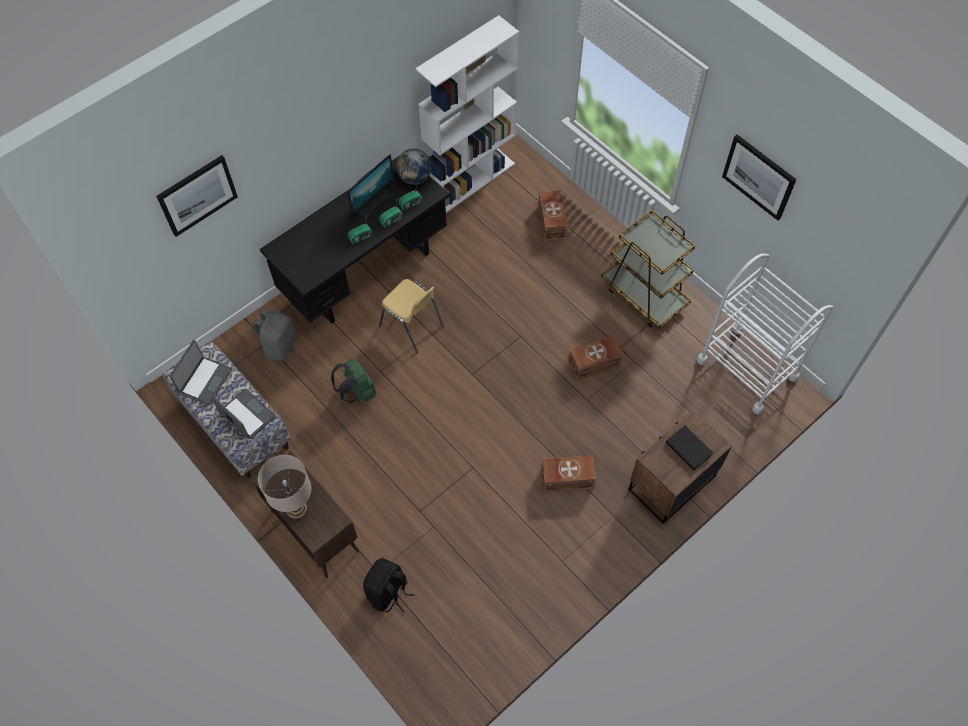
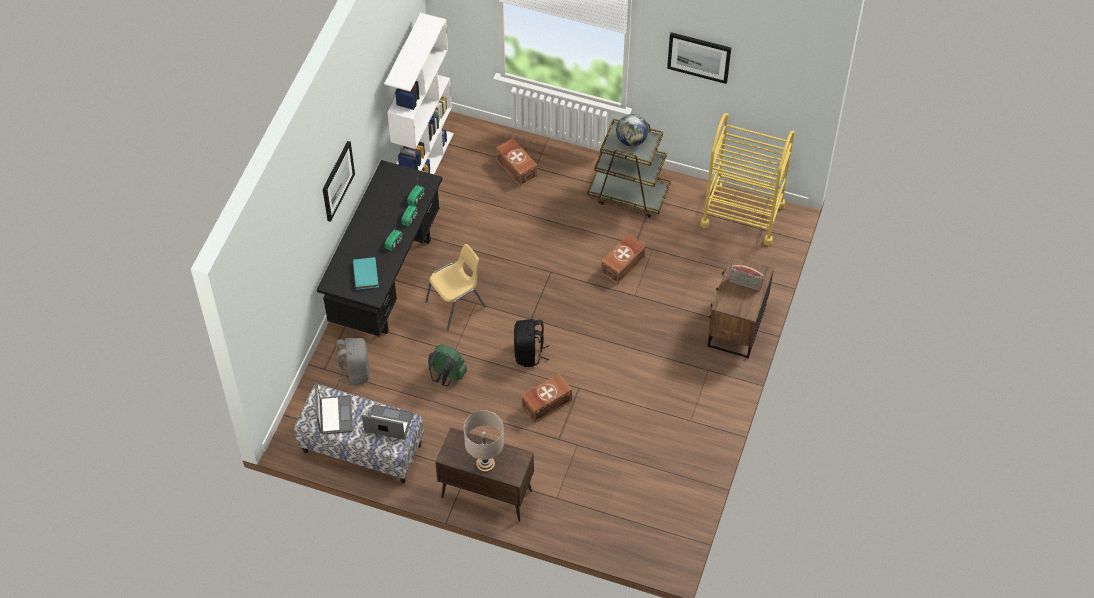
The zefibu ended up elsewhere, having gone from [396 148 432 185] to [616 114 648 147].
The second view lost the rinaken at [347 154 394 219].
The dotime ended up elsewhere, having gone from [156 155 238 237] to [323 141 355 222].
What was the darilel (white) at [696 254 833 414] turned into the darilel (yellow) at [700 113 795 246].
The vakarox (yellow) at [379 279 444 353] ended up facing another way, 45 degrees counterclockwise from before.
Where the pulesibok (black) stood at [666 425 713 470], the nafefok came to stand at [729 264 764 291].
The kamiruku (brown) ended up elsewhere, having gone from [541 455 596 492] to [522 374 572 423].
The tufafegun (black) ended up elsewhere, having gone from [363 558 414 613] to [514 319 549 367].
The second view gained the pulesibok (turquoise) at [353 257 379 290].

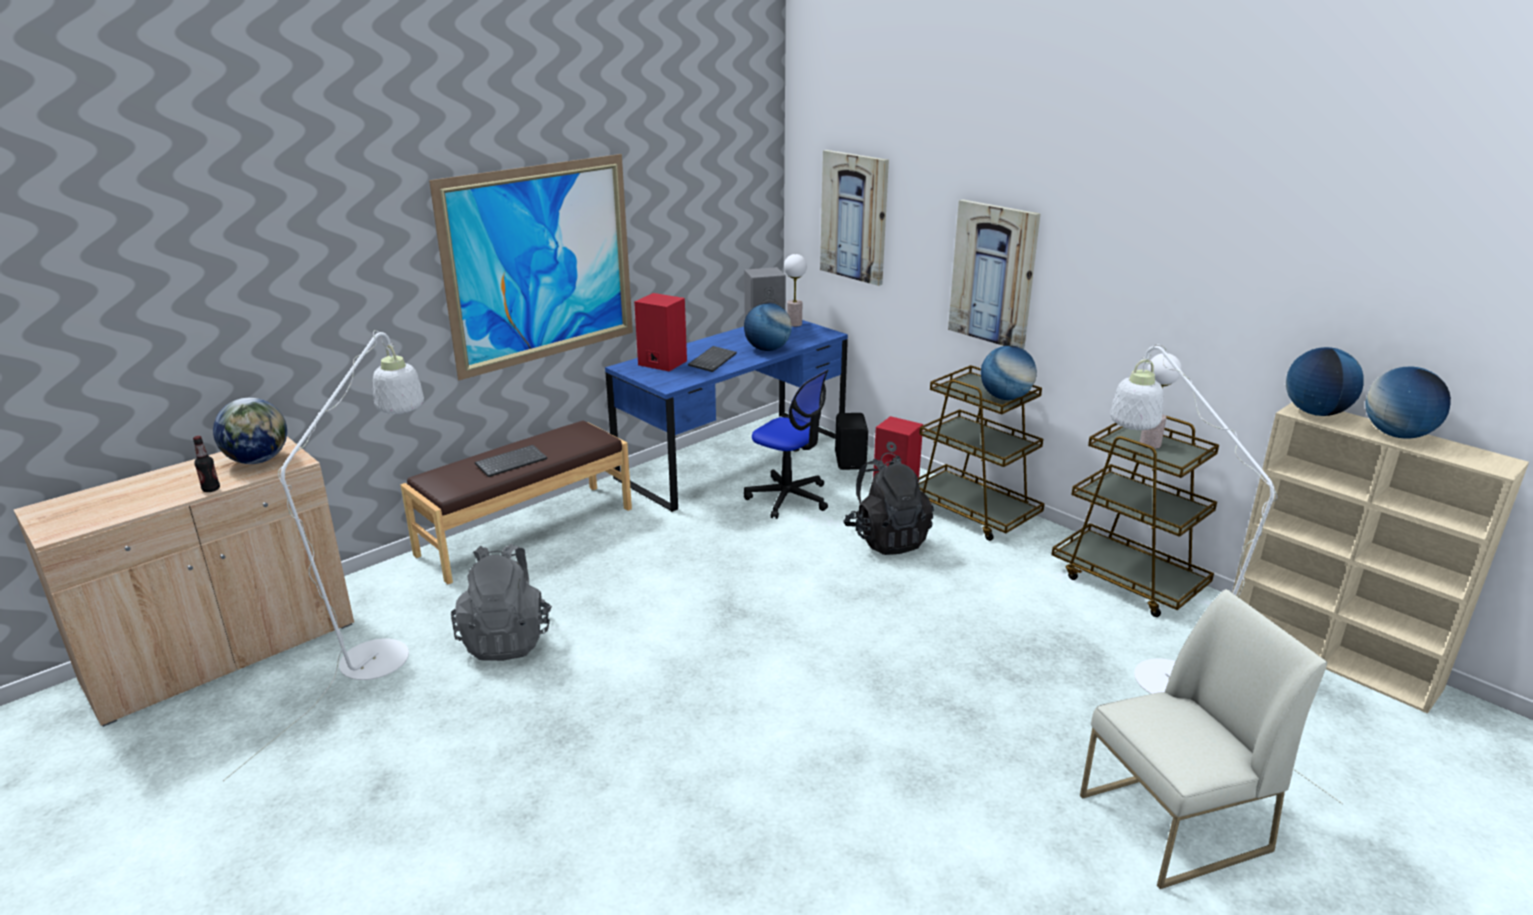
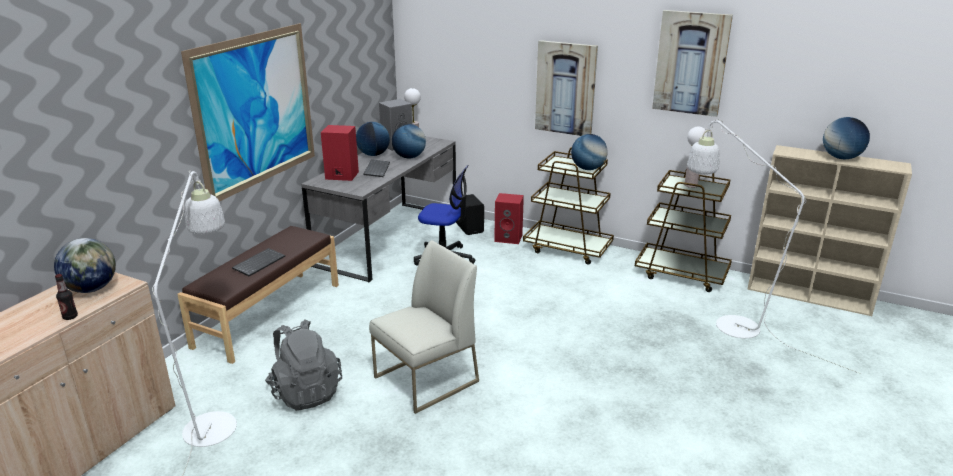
The dotime ended up elsewhere, having gone from [820 150 889 286] to [652 10 733 117].
What was the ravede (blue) at [605 320 848 512] turned into the ravede (grey) at [301 136 456 282].
The zefibu ended up elsewhere, having gone from [1286 347 1364 416] to [356 122 390 156].
The second view lost the tufafegun (black) at [843 456 934 555].
The vakarox (white) ended up elsewhere, having gone from [1080 589 1328 889] to [369 240 479 414].

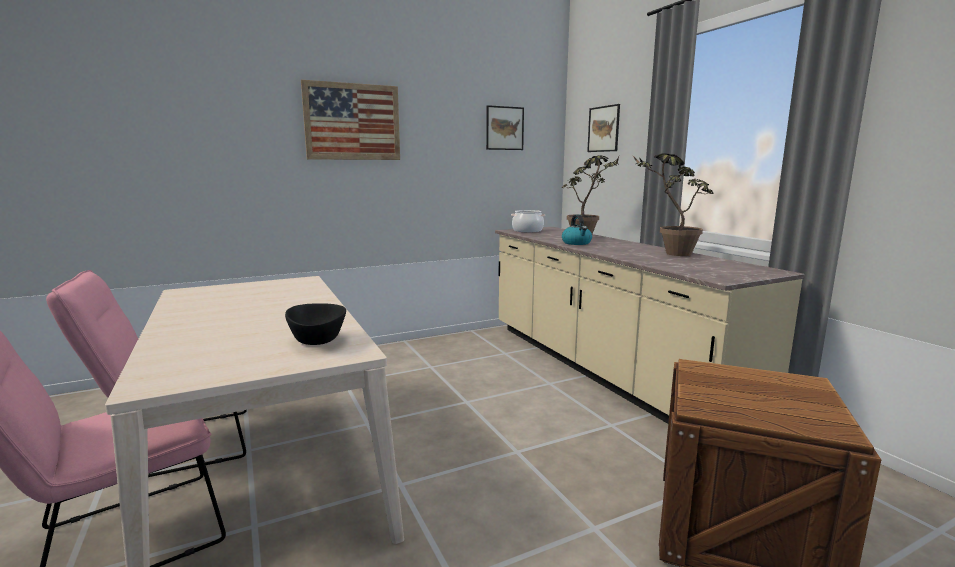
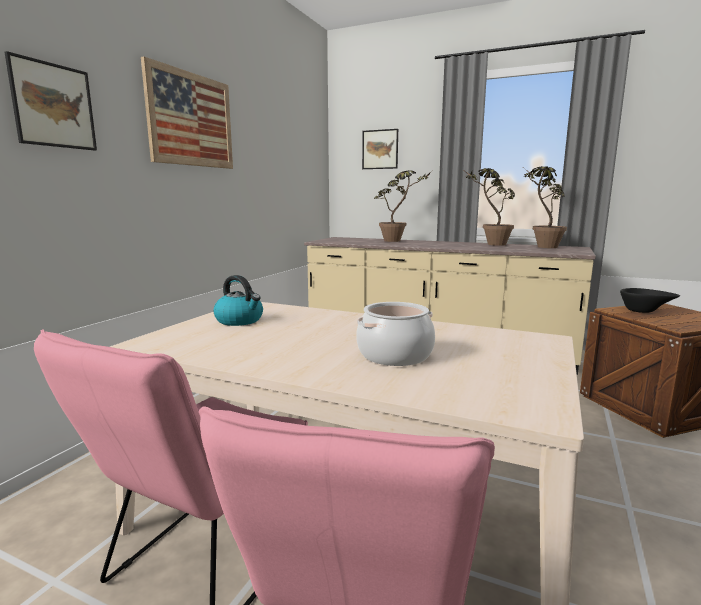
The dotime ended up elsewhere, having gone from [486 105 524 150] to [4 51 97 150].
The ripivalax ended up elsewhere, having gone from [511 210 546 233] to [356 302 435 366].
The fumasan ended up elsewhere, having gone from [562 215 592 245] to [213 275 263 326].
The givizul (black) ended up elsewhere, having gone from [285 303 346 345] to [620 288 680 313].
The second view gained the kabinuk at [524 166 567 248].

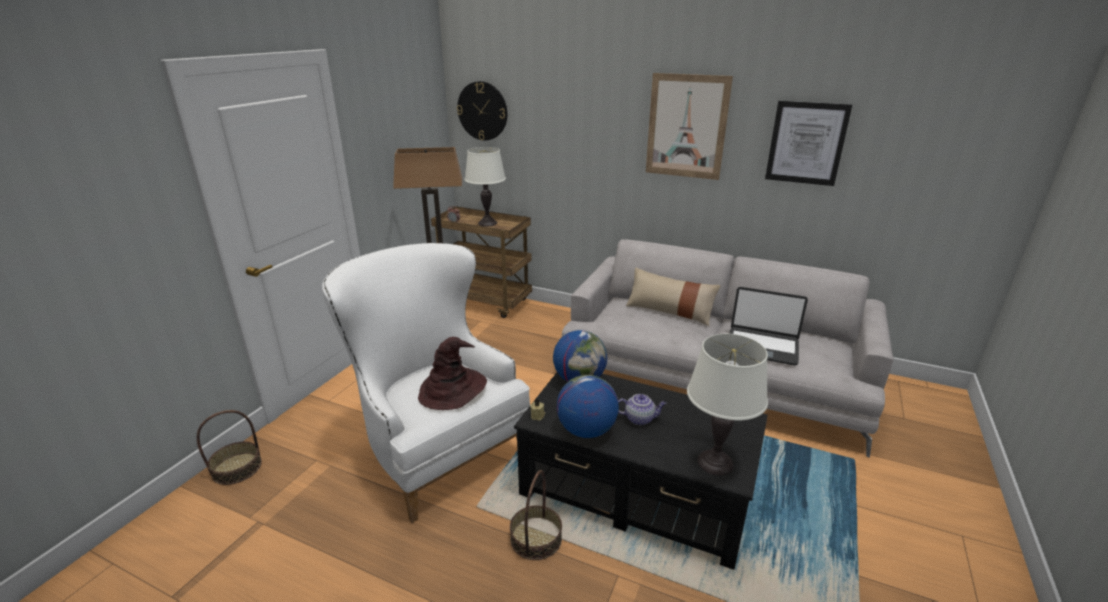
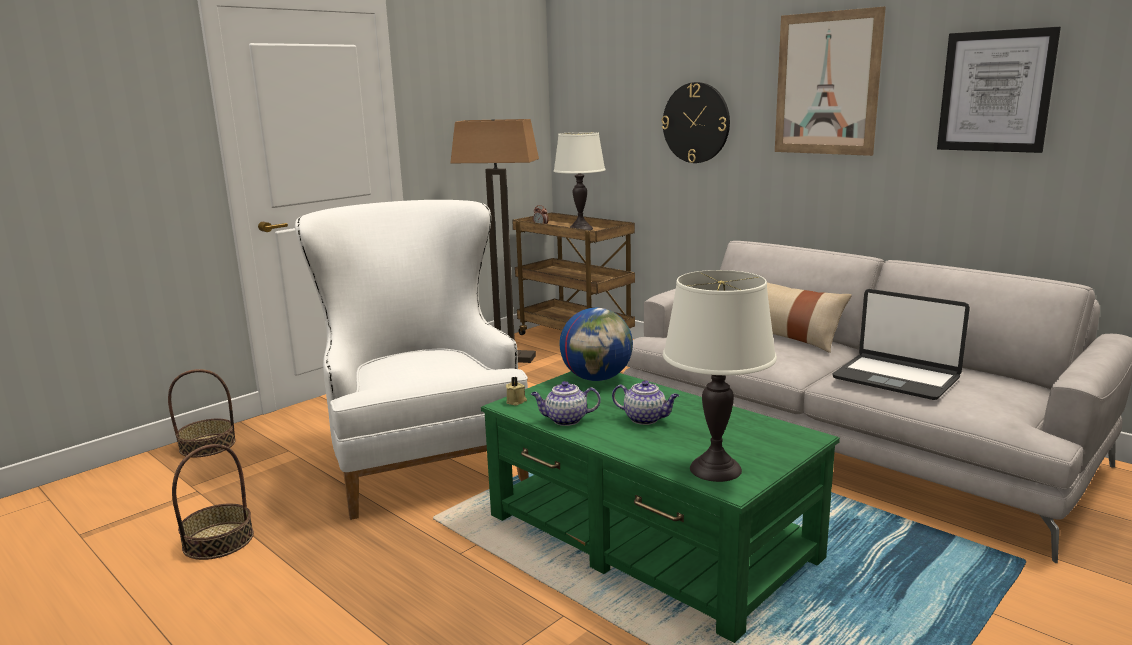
The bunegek ended up elsewhere, having gone from [457 81 507 141] to [662 82 730 163].
The second view lost the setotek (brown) at [418 337 487 410].
What was the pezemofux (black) at [514 372 768 570] turned into the pezemofux (green) at [481 371 840 643].
Where the zefibu stood at [557 375 619 438], the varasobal came to stand at [531 381 601 426].
The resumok ended up elsewhere, having gone from [510 470 562 560] to [172 444 254 560].

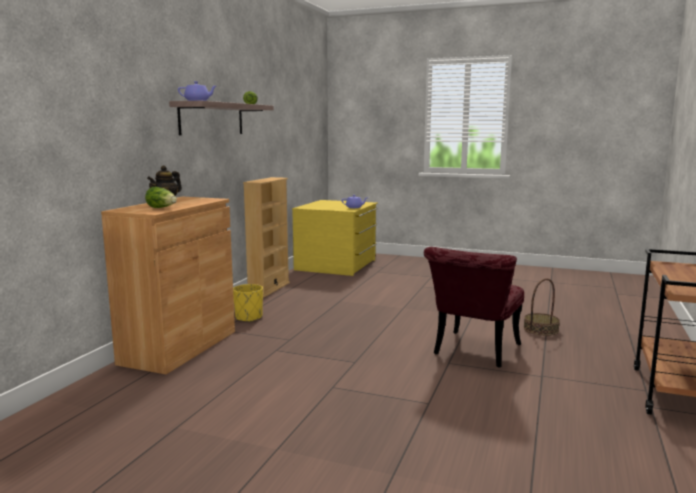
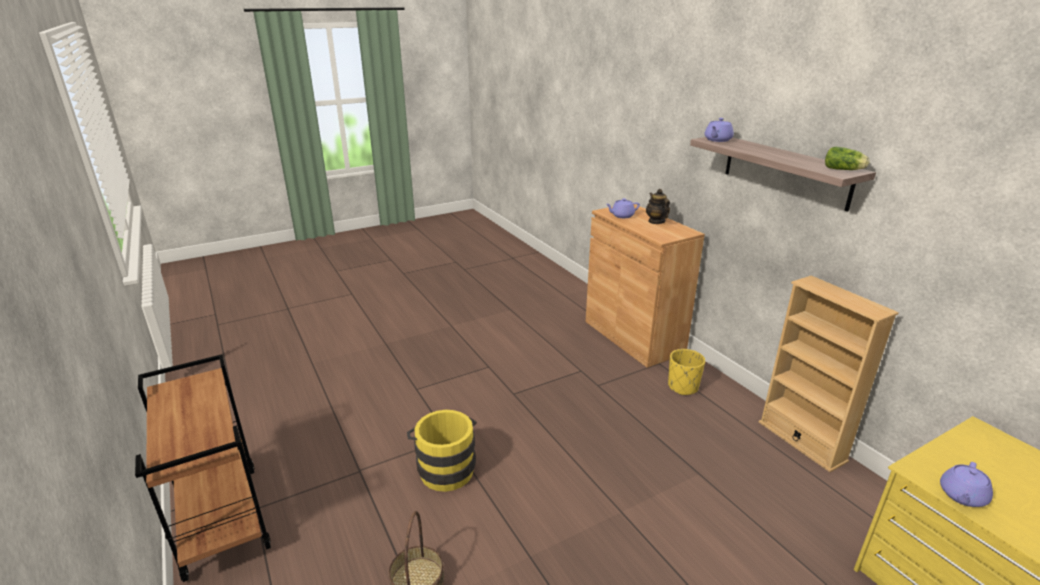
Where the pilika stood at [145 187 177 208], the varasobal (purple) came to stand at [606 198 640 218].
Where the vakarox (red) stood at [424 247 524 367], the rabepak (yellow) came to stand at [407 410 477 492].

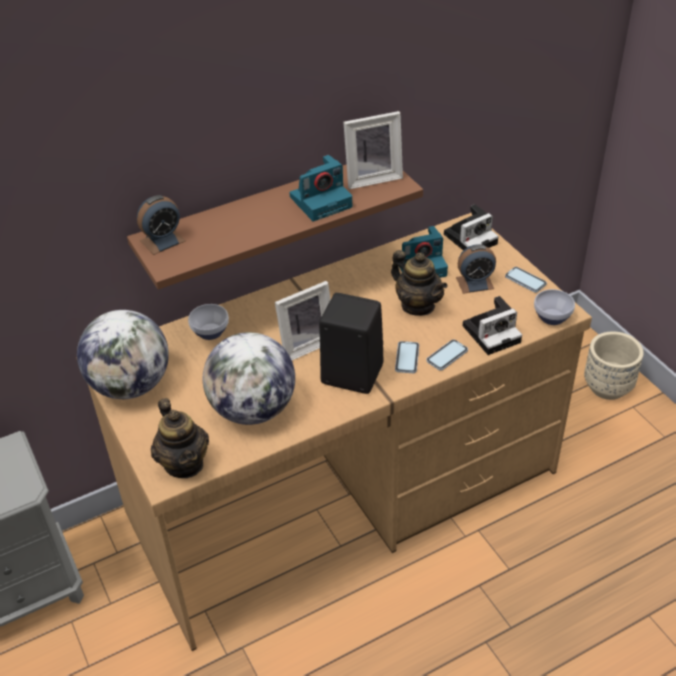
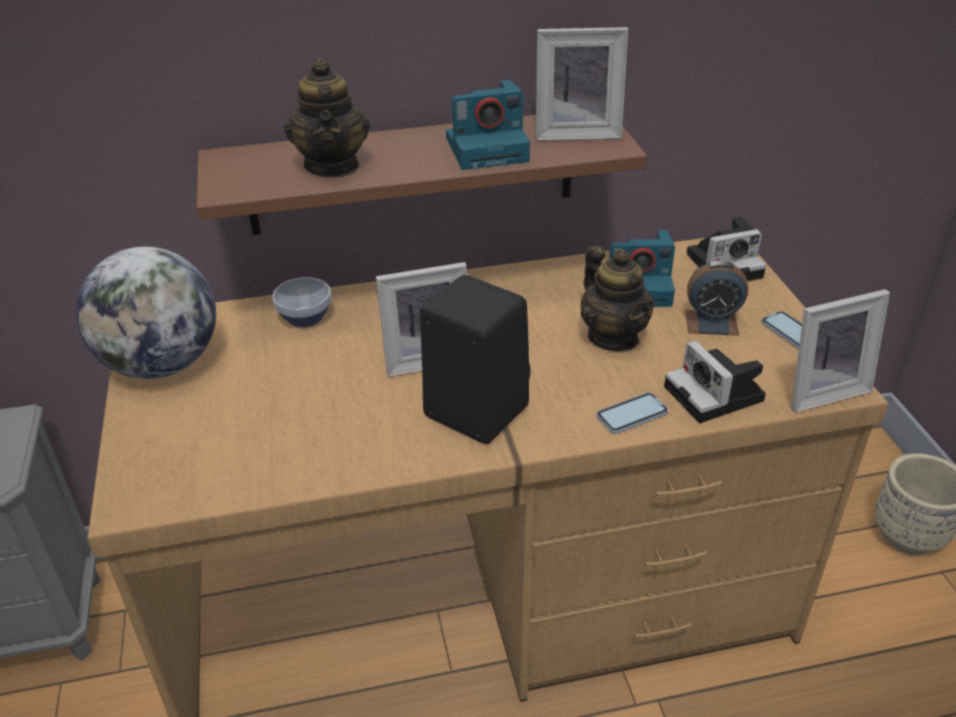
The second view lost the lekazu at [137 195 186 255].
Where the givizul stood at [534 289 575 325], the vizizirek came to stand at [791 289 890 413].
The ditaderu at [463 296 522 355] ended up facing another way, 75 degrees clockwise from before.
The second view lost the zefibu at [203 332 295 425].
The second view lost the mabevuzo at [395 341 419 373].
The varasobal ended up elsewhere, having gone from [151 398 209 478] to [284 58 370 178].

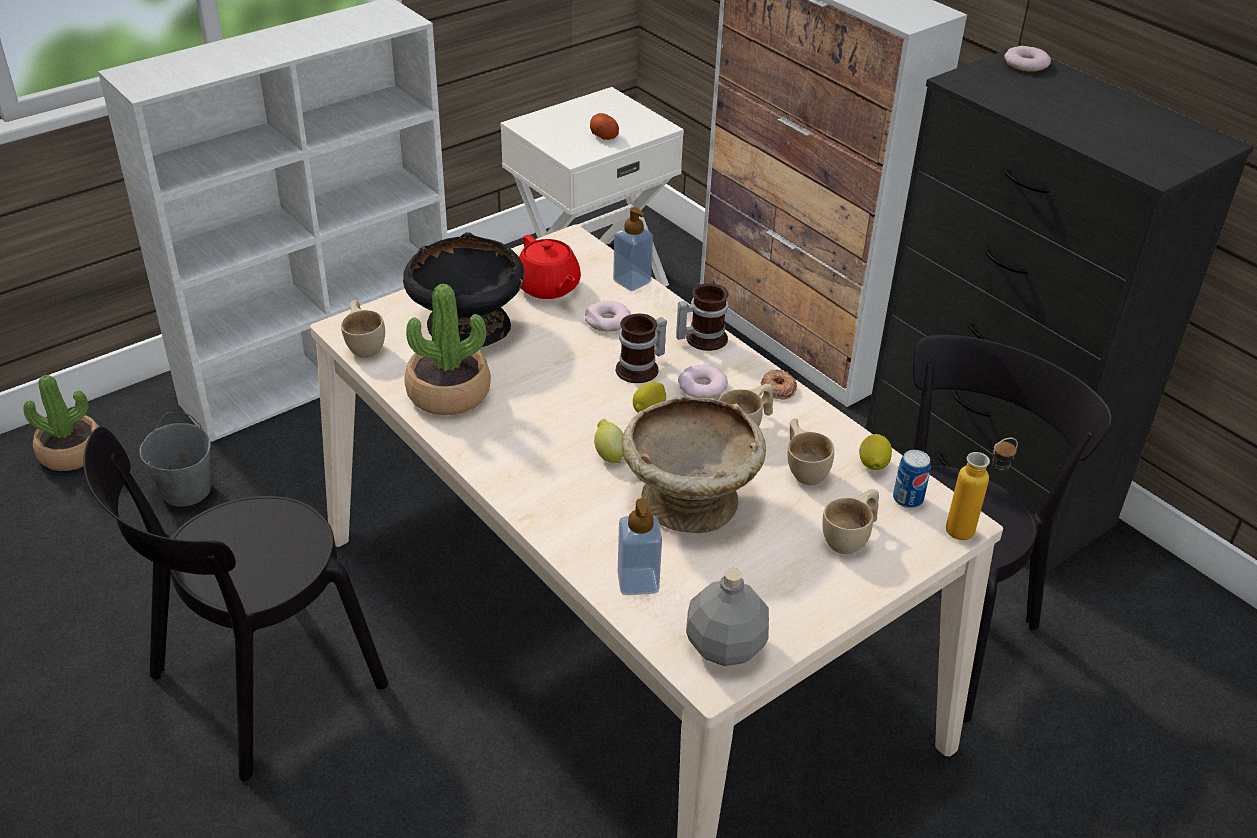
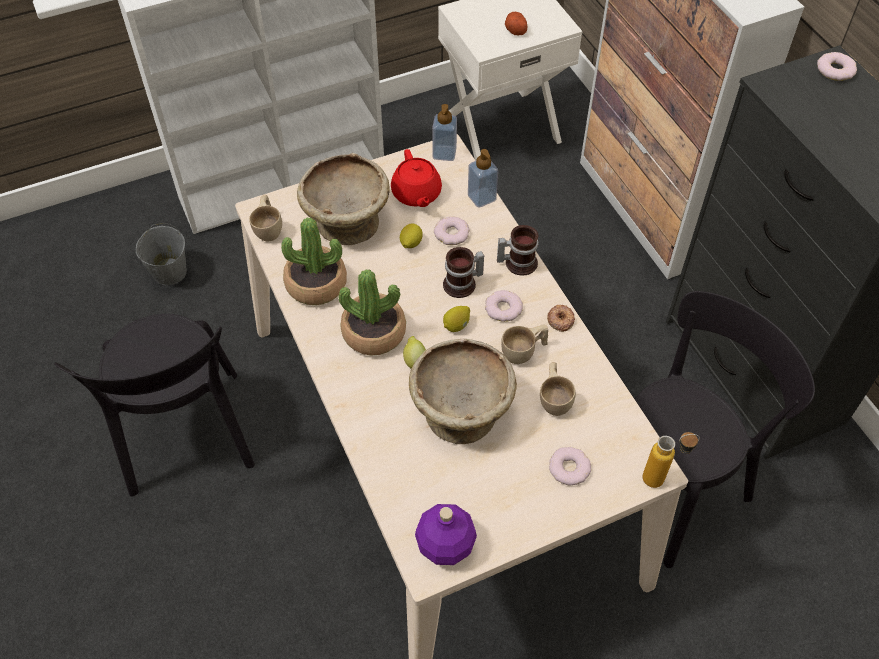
What was the givizul (black) at [403 232 525 347] turned into the givizul (beige) at [297 153 389 245].
The kabinuk ended up elsewhere, having gone from [23 375 99 471] to [339 269 406 355].
The vakarox (black) at [83 427 388 781] ended up facing another way, 75 degrees counterclockwise from before.
The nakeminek ended up elsewhere, having gone from [859 434 892 470] to [400 223 423 248].
The second view lost the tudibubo at [893 450 931 508].
Where the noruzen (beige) stood at [822 489 879 554], the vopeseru came to stand at [549 447 591 485].
The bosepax ended up elsewhere, having gone from [618 498 662 595] to [432 104 457 161].
What was the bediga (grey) at [686 568 769 666] turned into the bediga (purple) at [415 504 477 565].

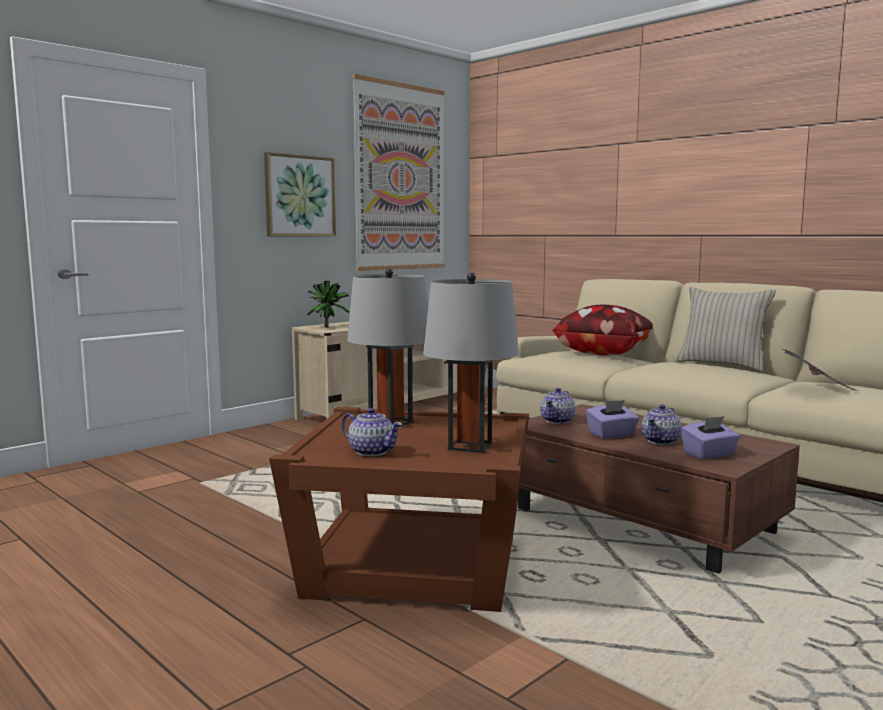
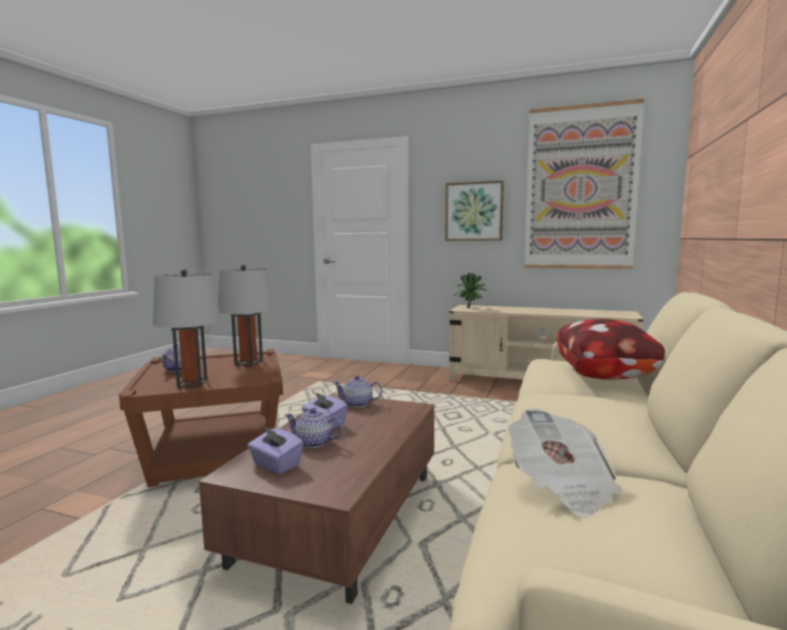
The second view lost the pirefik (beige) at [675 287 776 371].

